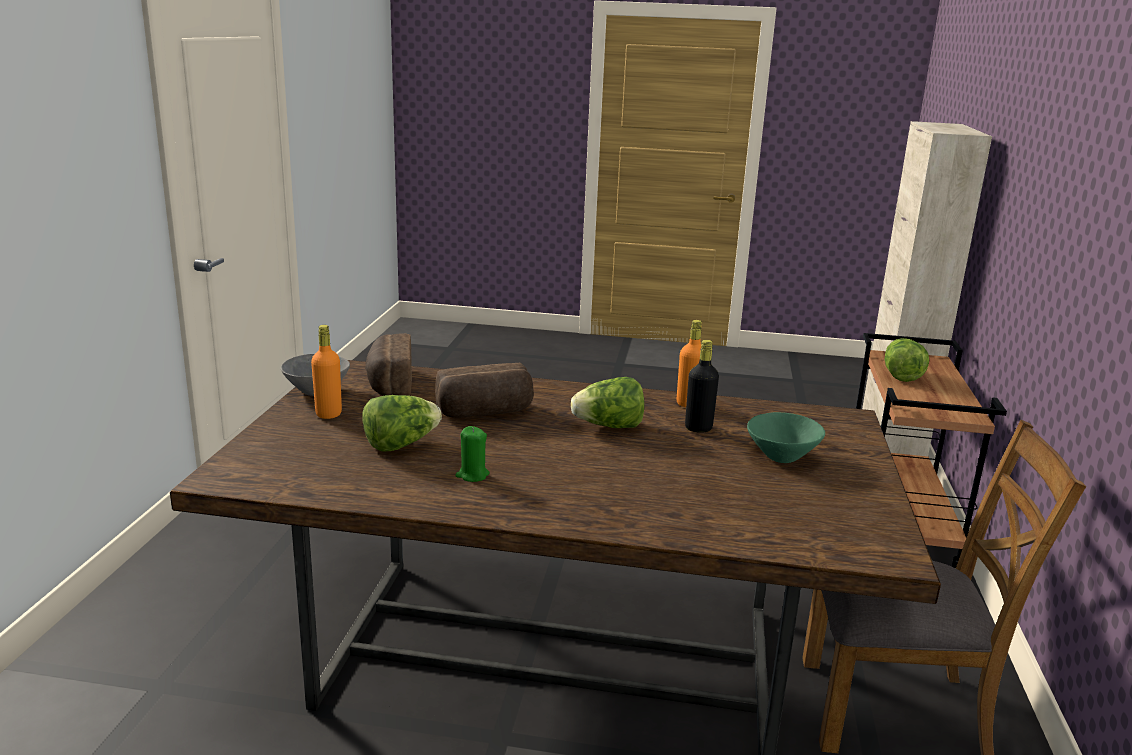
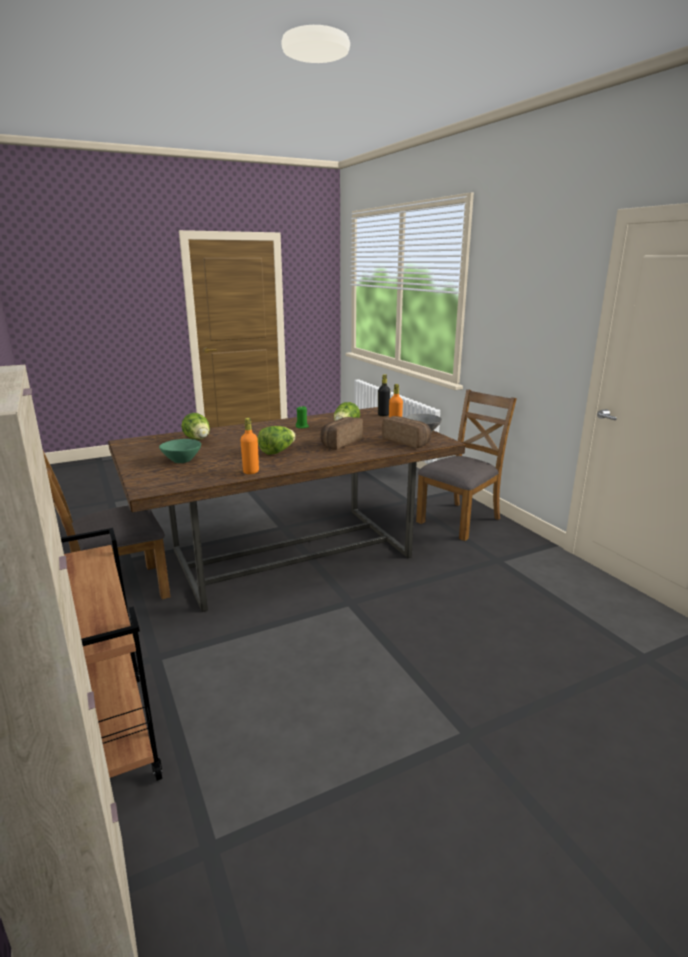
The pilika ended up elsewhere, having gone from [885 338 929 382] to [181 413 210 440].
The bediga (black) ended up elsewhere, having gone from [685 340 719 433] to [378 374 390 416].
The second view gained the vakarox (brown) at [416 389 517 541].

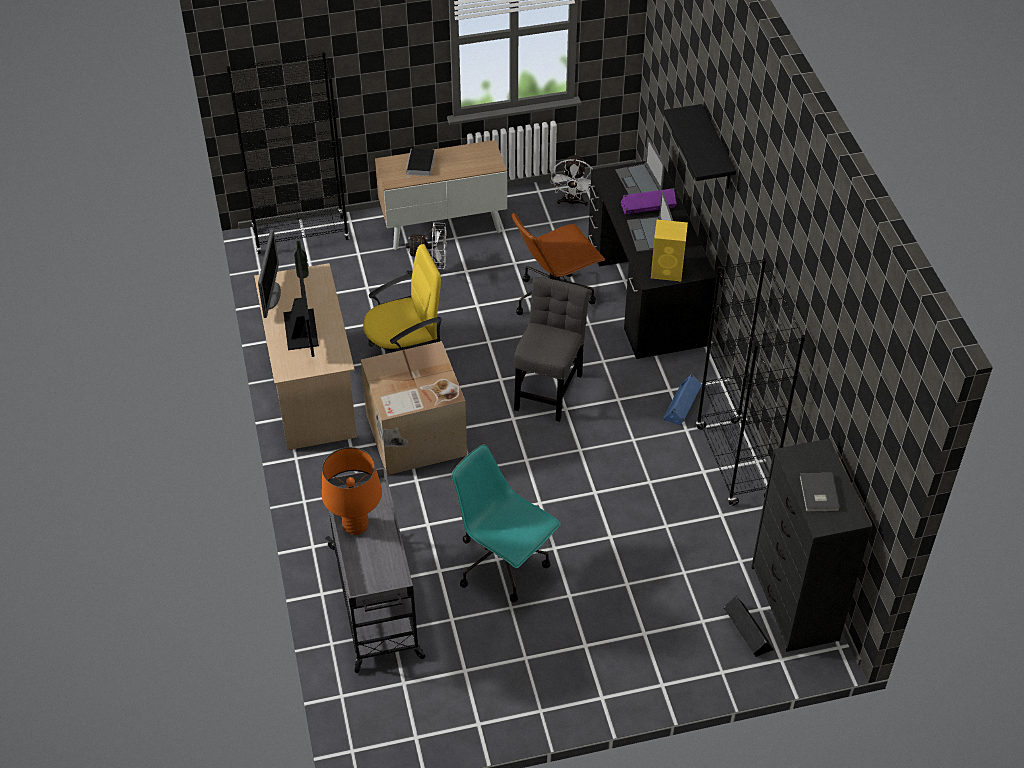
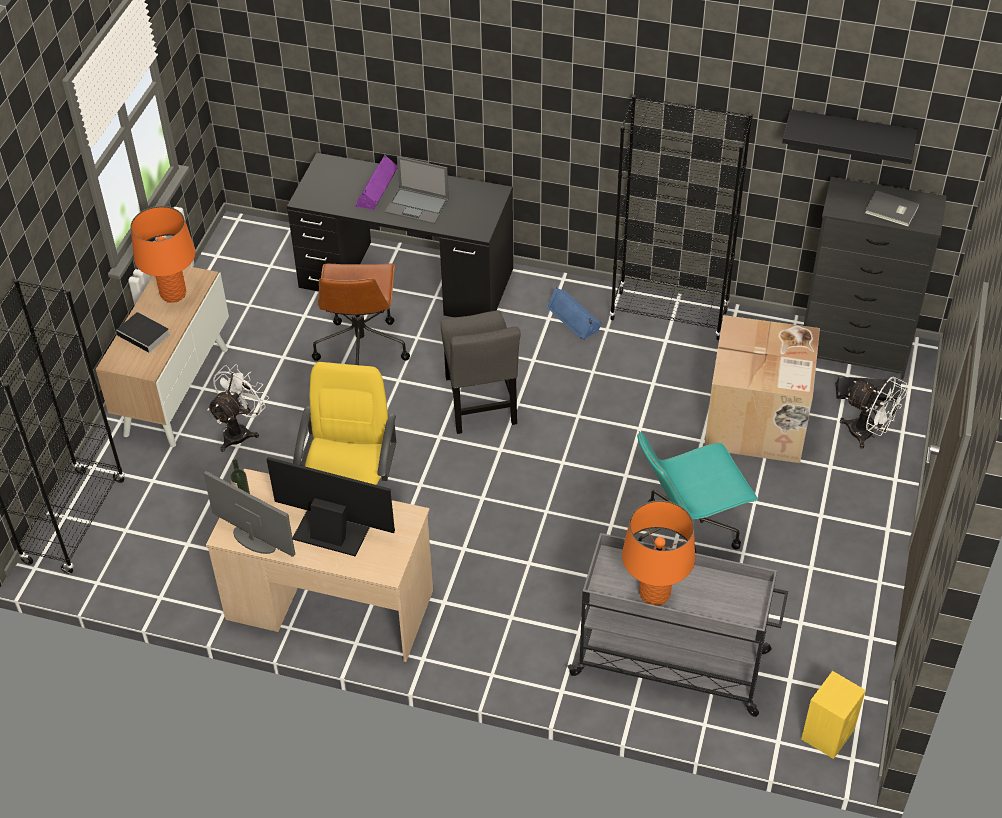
The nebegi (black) ended up elsewhere, having gone from [664 104 736 189] to [782 109 918 164].
The second view lost the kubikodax at [615 137 665 194].
The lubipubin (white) ended up elsewhere, having gone from [551 154 593 206] to [840 377 907 449].
The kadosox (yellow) ended up elsewhere, having gone from [651 220 688 281] to [801 671 866 759].
The vakarox (grey) at [514 277 590 422] ended up facing another way, 150 degrees counterclockwise from before.
The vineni ended up elsewhere, having gone from [361 341 467 475] to [704 315 820 463].
The second view gained the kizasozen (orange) at [131 206 195 303].

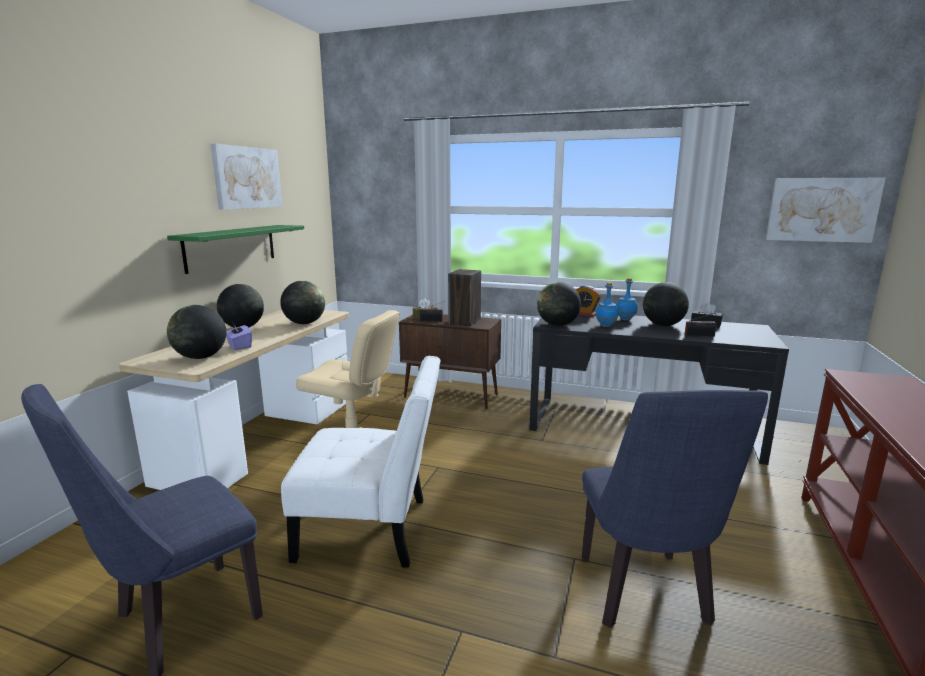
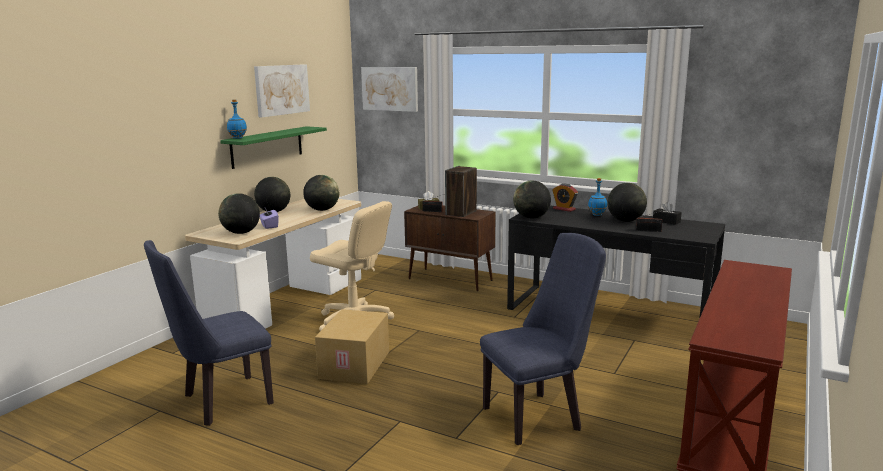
The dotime ended up elsewhere, having gone from [766 178 886 243] to [361 67 418 112].
The bediga (blue) ended up elsewhere, having gone from [596 282 618 327] to [227 100 247 139].
Where the vakarox (white) stood at [281 356 441 568], the vineni came to stand at [315 309 389 384].
The vakarox (blue) at [582 390 768 628] ended up facing another way, 120 degrees counterclockwise from before.

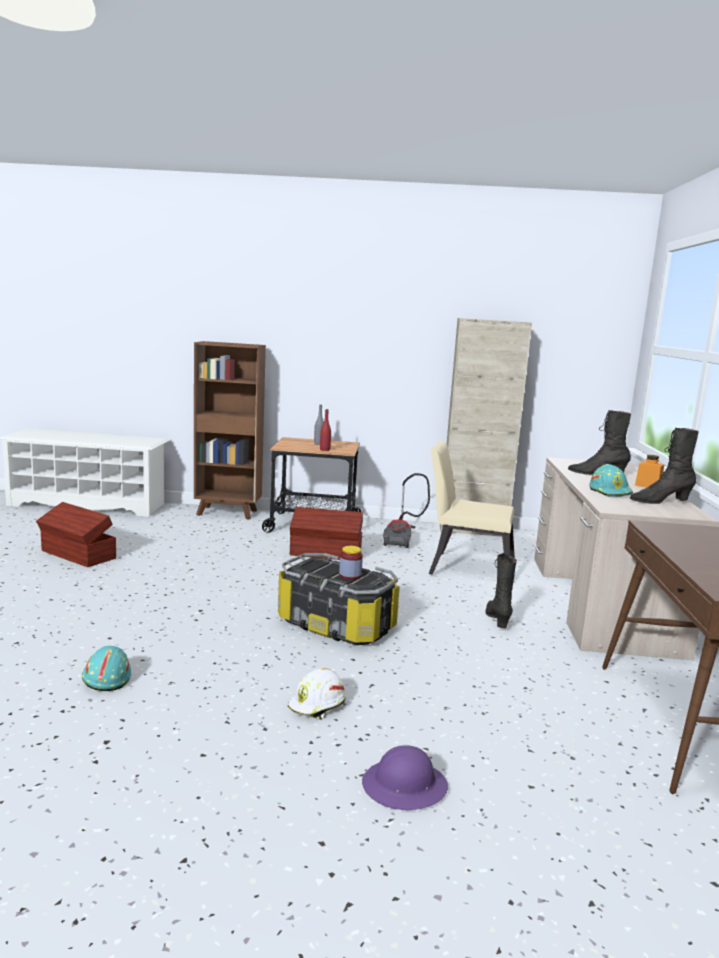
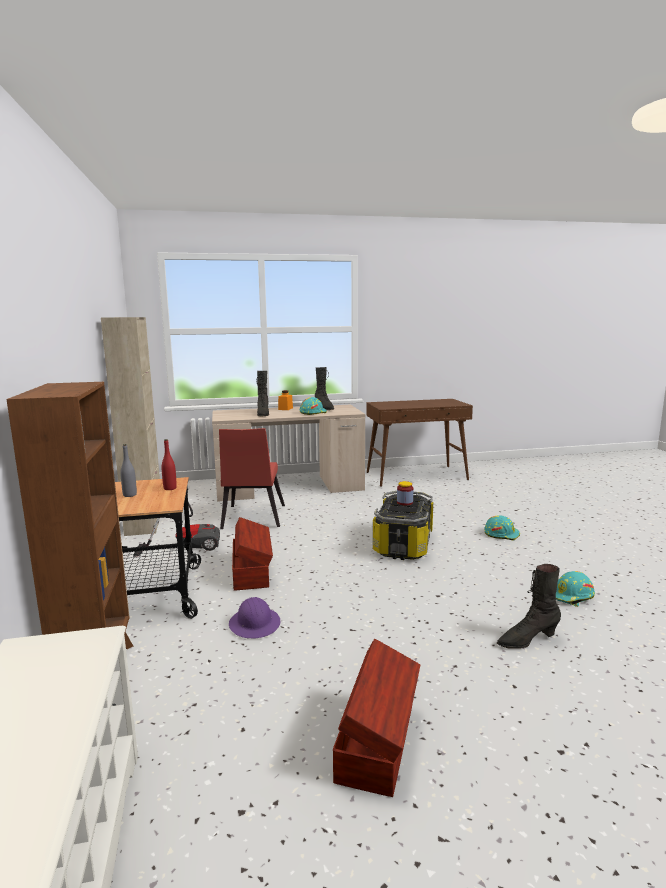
What was the vakarox (beige) at [429 440 515 574] turned into the vakarox (red) at [219 428 285 529].
The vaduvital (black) ended up elsewhere, having gone from [485 553 517 628] to [497 564 561 649].
What was the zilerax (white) at [288 668 346 720] turned into the zilerax (turquoise) at [484 515 520 541].
The zilerax (purple) ended up elsewhere, having gone from [362 745 448 810] to [229 597 280 638].

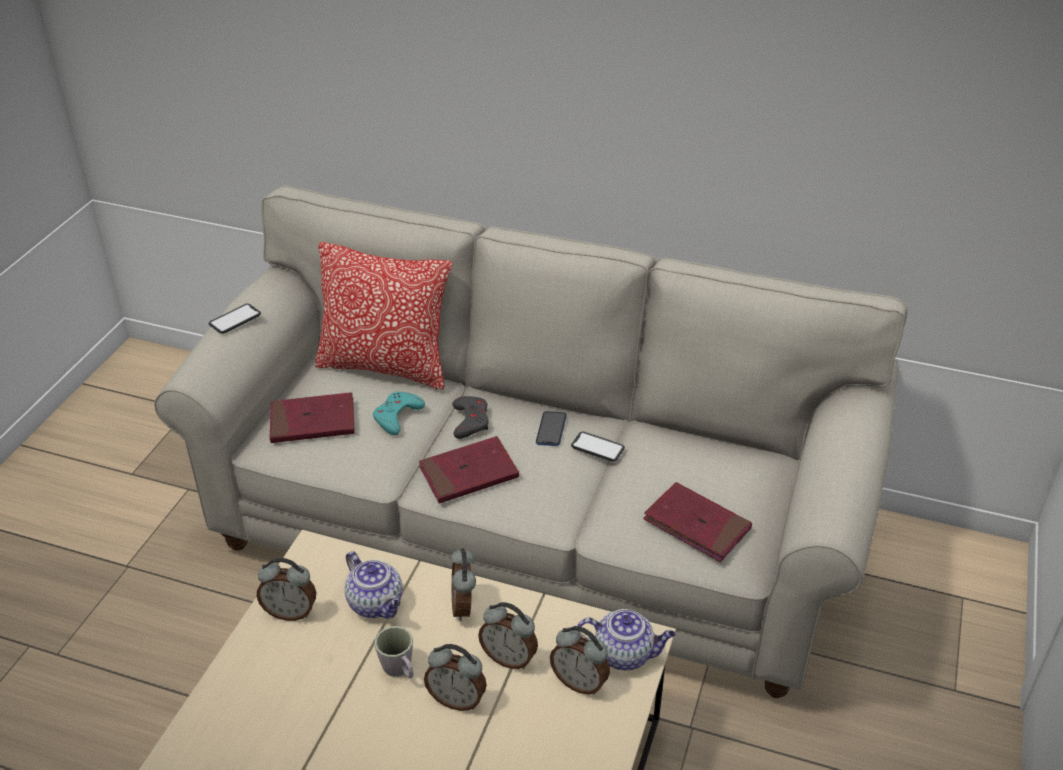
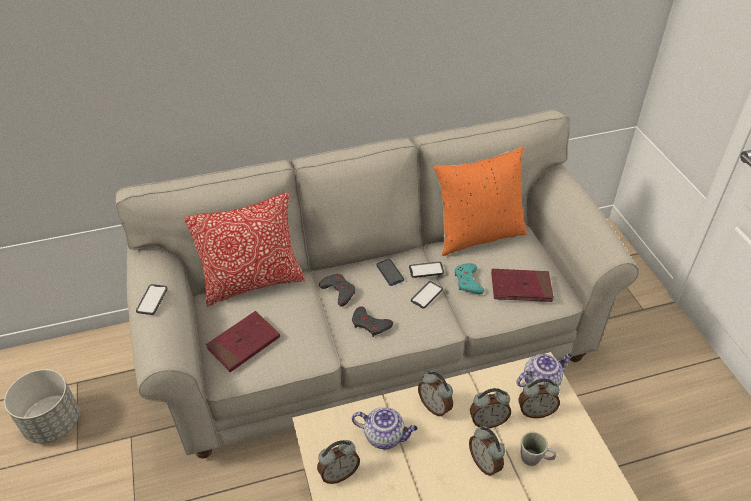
The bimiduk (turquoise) ended up elsewhere, having gone from [373 392 425 435] to [455 263 484 294].
Where the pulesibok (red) stood at [419 436 519 504], the bimiduk (grey) came to stand at [352 307 393 337].
The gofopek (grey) ended up elsewhere, having gone from [374 626 414 679] to [521 432 557 466].
The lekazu at [424 644 487 711] ended up facing another way, 75 degrees clockwise from before.
The second view gained the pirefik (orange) at [434 146 527 256].
The second view gained the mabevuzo at [411 281 443 308].
The second view gained the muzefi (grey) at [4 369 79 444].

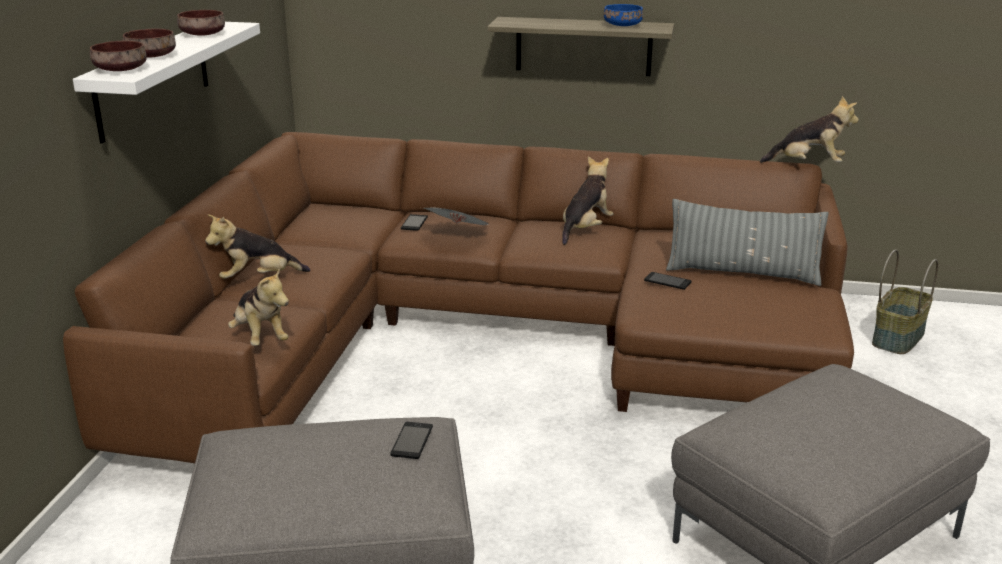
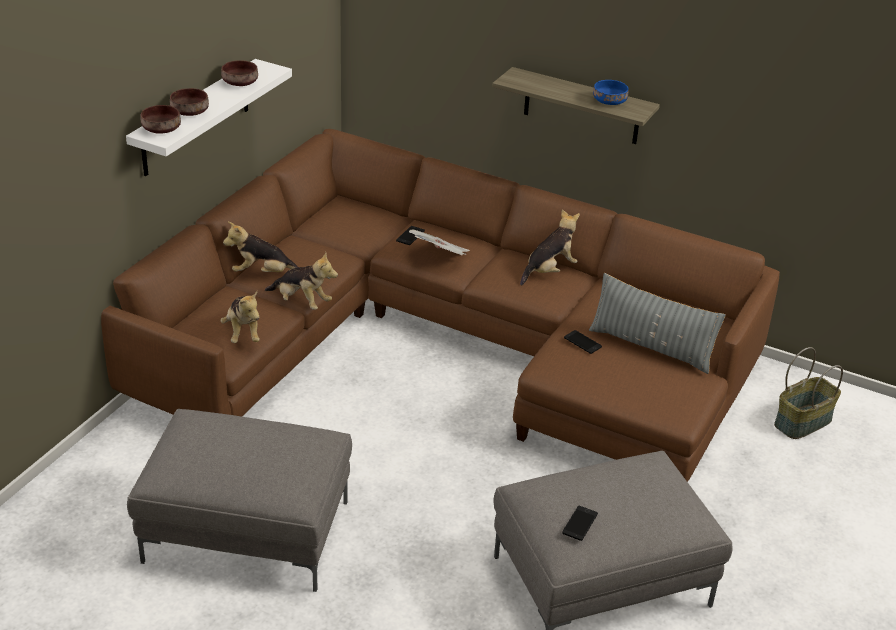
The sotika ended up elsewhere, having gone from [760 96 859 163] to [265 252 338 310].
The mabevuzo ended up elsewhere, having gone from [390 422 433 459] to [562 506 598 541].

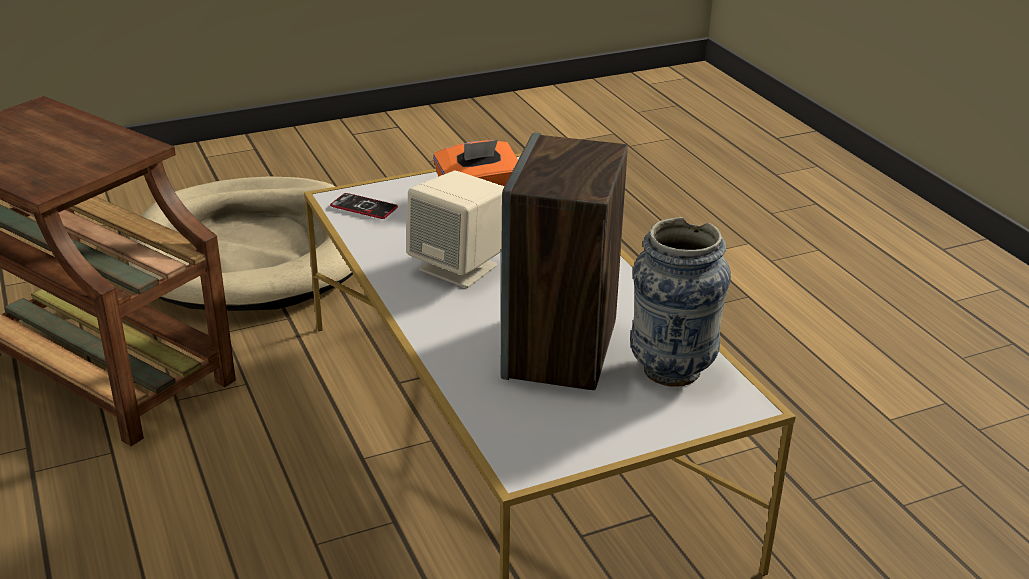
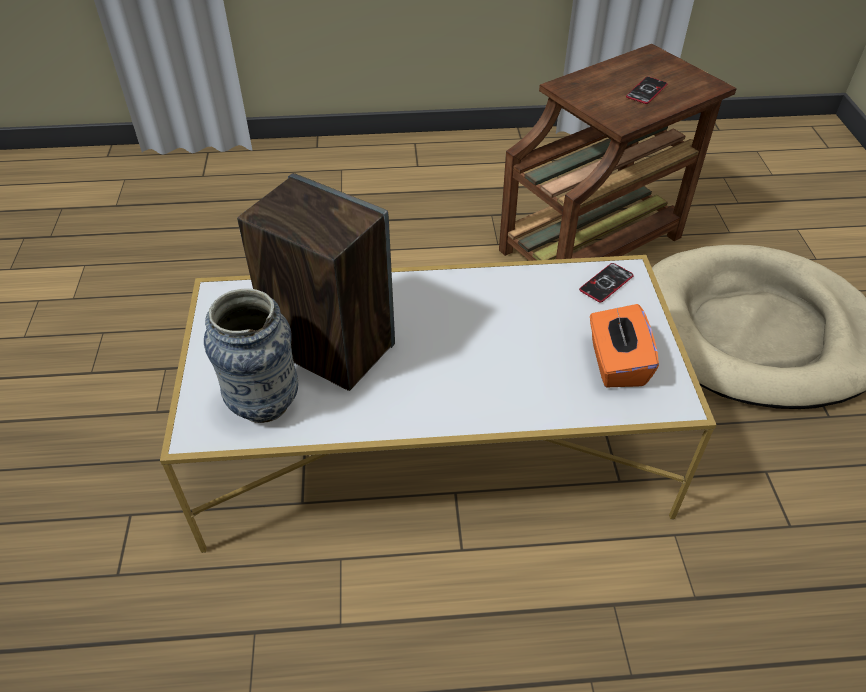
The second view lost the kadosox (beige) at [407 171 504 288].
The second view gained the mabevuzo at [626 77 668 104].

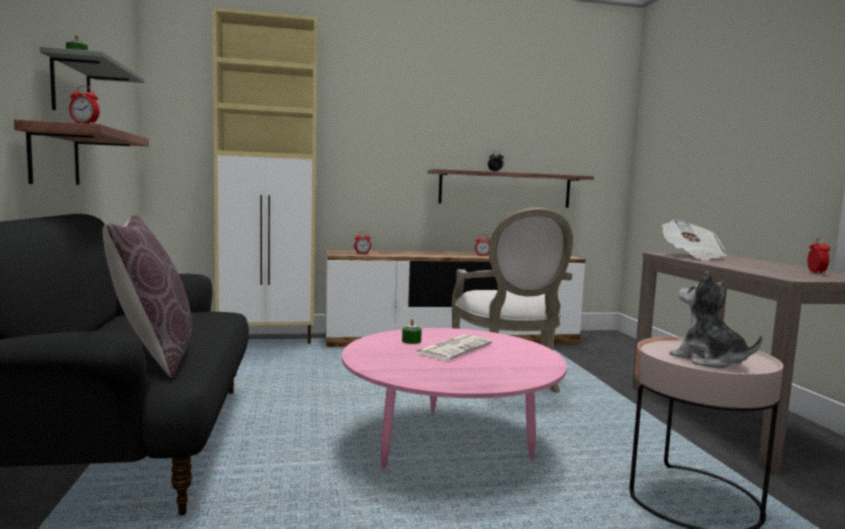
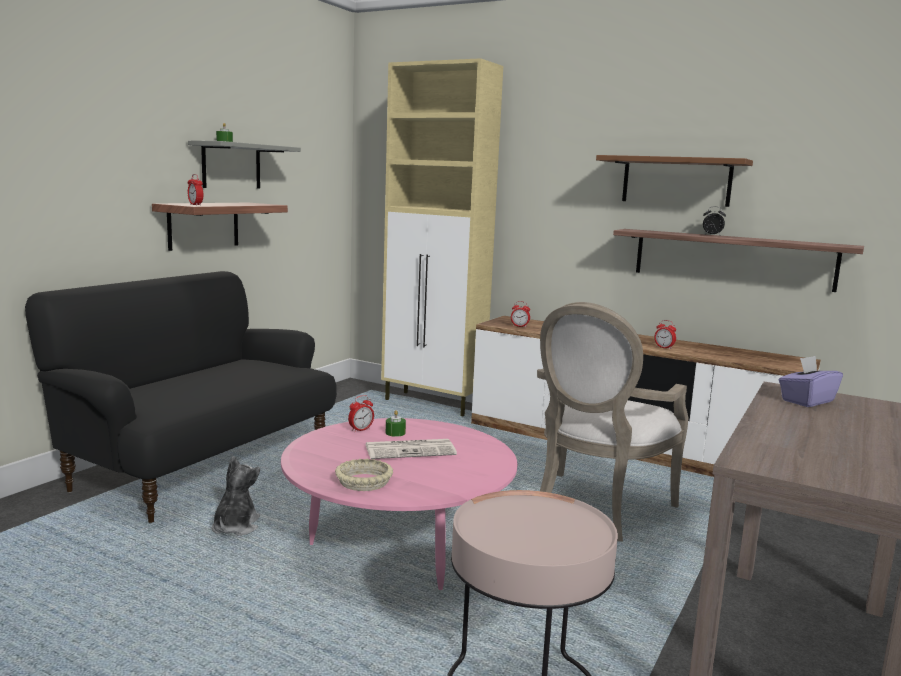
The second view lost the pirefik (brown) at [102 215 192 377].
Where the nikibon stood at [662 220 727 260], the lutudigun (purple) came to stand at [779 356 843 407].
The lekazu ended up elsewhere, having gone from [807 238 830 275] to [348 395 374 432].
The sotika ended up elsewhere, having gone from [669 271 762 368] to [212 456 260 536].
The second view gained the nebegi (brown) at [596 155 753 207].
The second view gained the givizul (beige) at [335 459 393 491].

